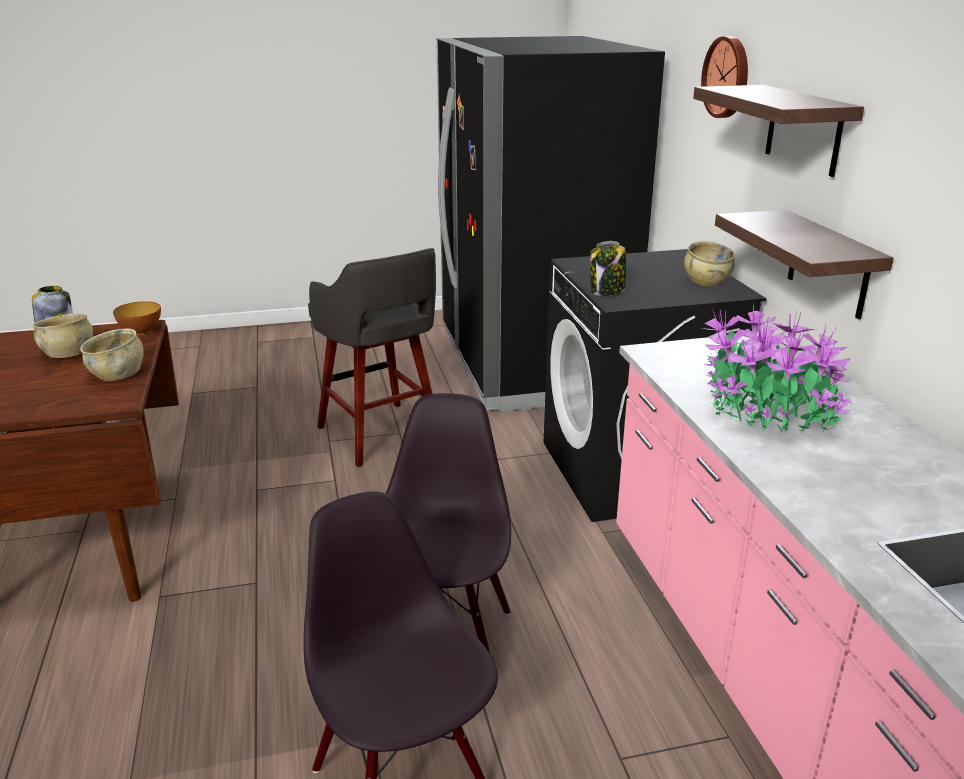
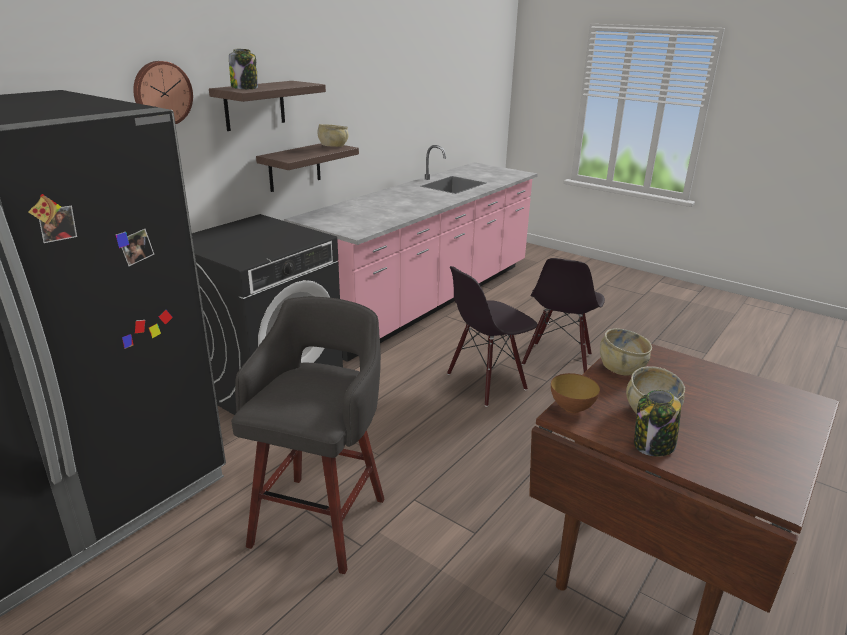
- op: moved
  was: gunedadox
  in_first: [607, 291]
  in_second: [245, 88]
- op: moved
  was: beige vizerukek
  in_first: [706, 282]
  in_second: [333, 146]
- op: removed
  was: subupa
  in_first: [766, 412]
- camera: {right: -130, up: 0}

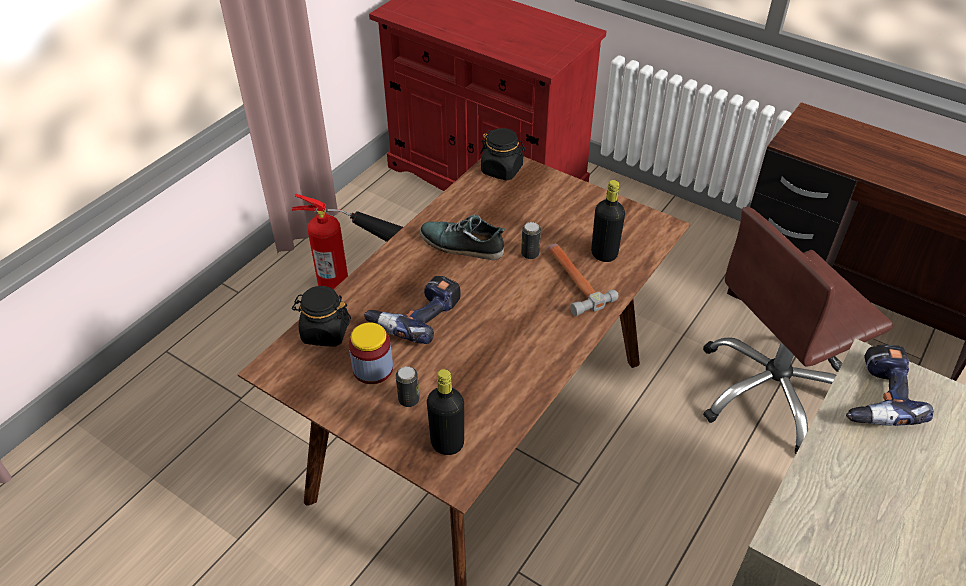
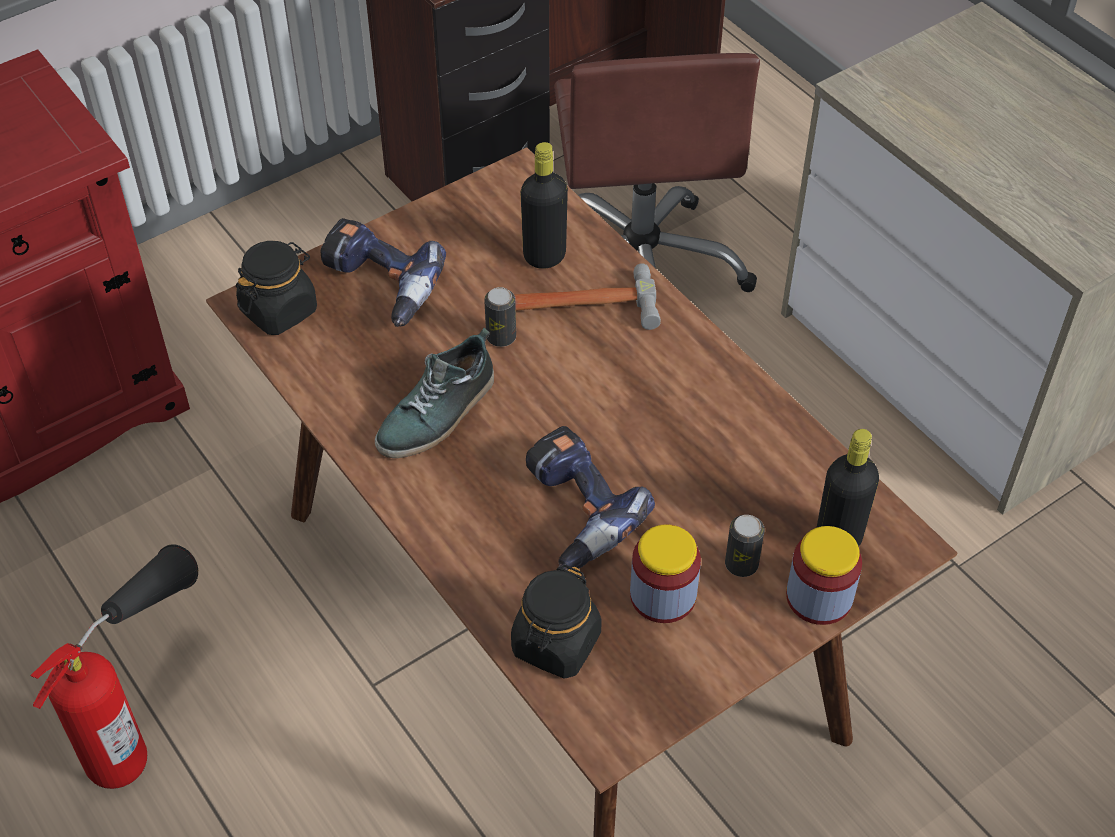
- op: moved
  was: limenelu
  in_first: [875, 396]
  in_second: [378, 286]
- op: added
  now: gunedadox
  in_second: [819, 597]
- camera: {right: -70, up: 5}

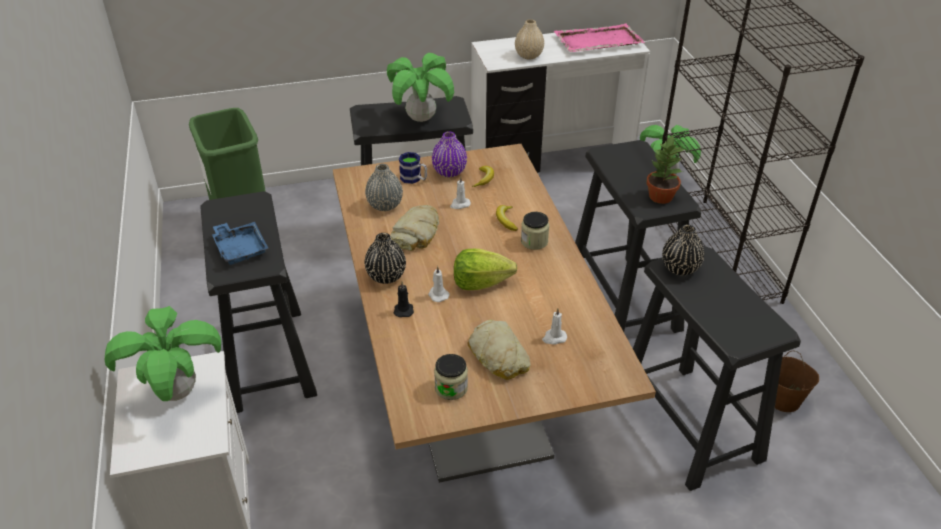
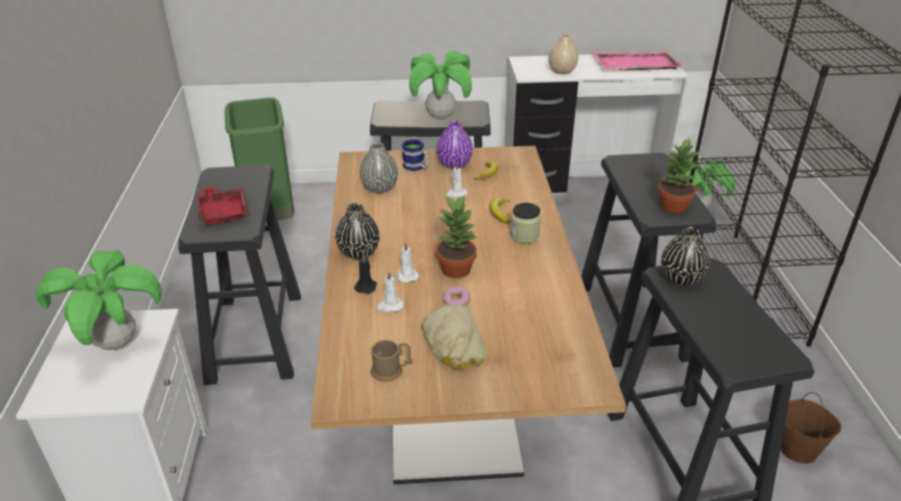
- op: recoloured
  was: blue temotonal
  now: red temotonal
  in_first: [240, 249]
  in_second: [223, 212]
- op: replaced
  was: gunedadox
  now: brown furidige
  in_first: [451, 388]
  in_second: [391, 371]
- op: moved
  was: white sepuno
  in_first: [554, 338]
  in_second: [389, 306]
- op: replaced
  was: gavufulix
  now: subupa
  in_first: [481, 282]
  in_second: [456, 269]
- op: added
  now: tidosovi
  in_second: [456, 302]
- op: removed
  was: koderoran
  in_first: [416, 233]
- camera: {right: 10, up: -5}

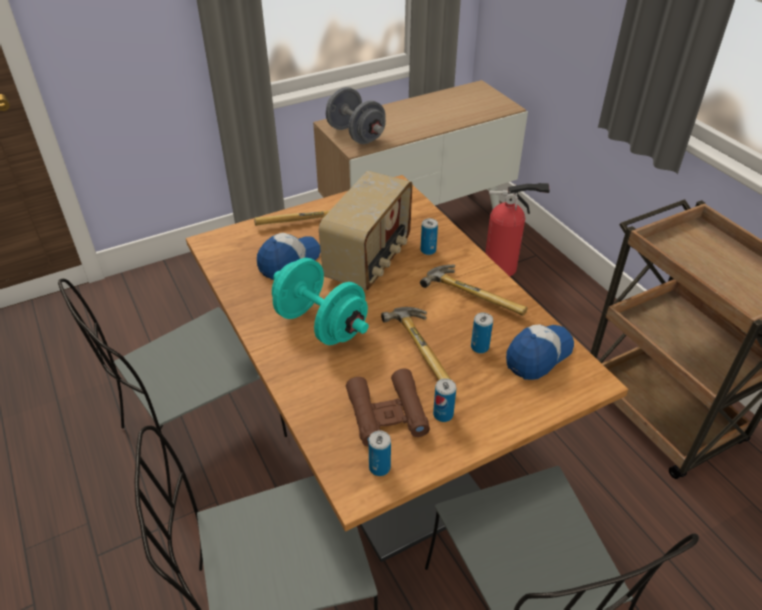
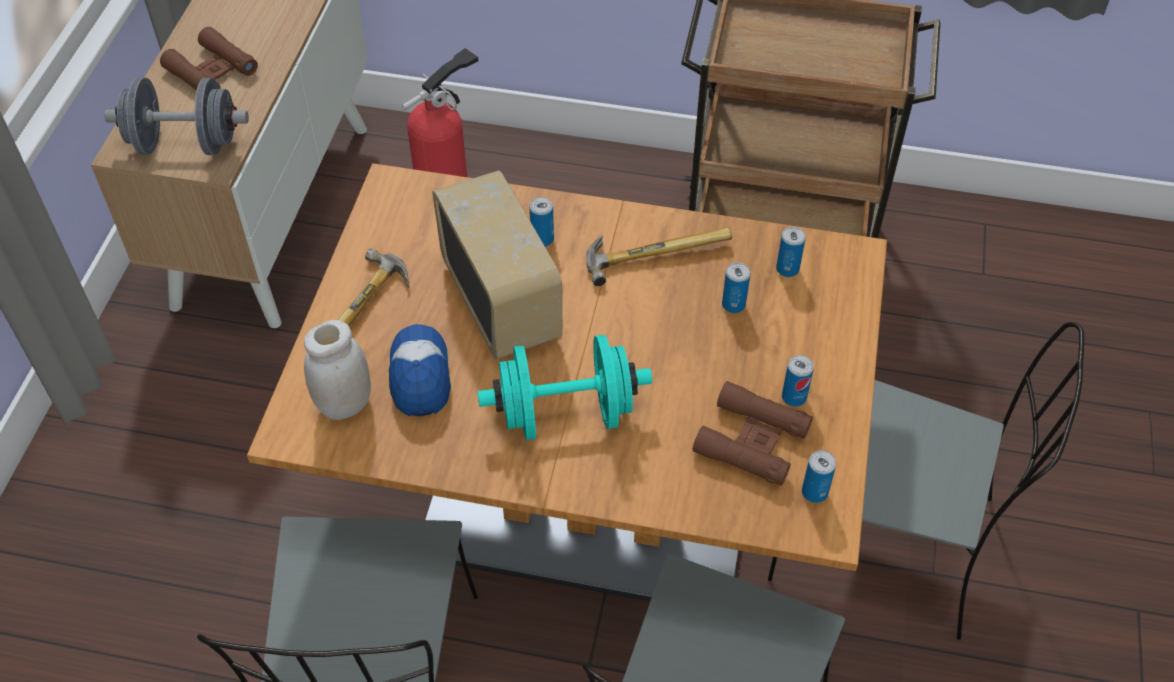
- op: added
  now: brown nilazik
  in_second: [211, 71]
- op: added
  now: white gunedadox
  in_second: [344, 404]
- op: replaced
  was: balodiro
  now: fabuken
  in_first: [538, 355]
  in_second: [787, 269]
- op: removed
  was: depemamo
  in_first: [426, 348]
- camera: {right: -50, up: 10}

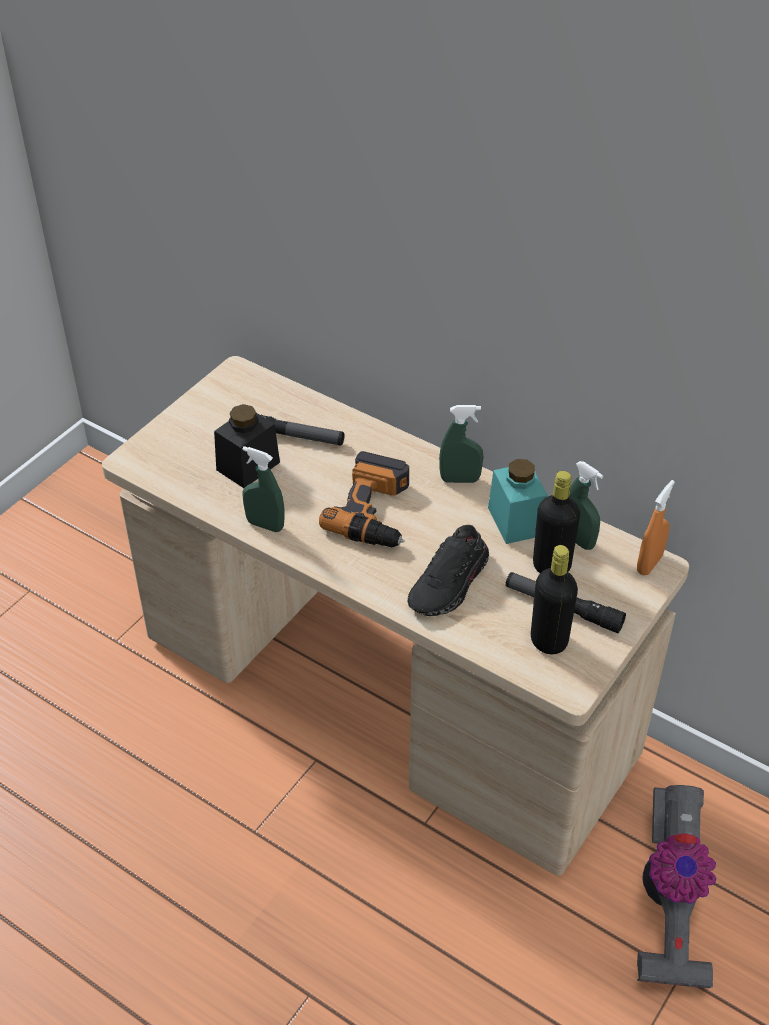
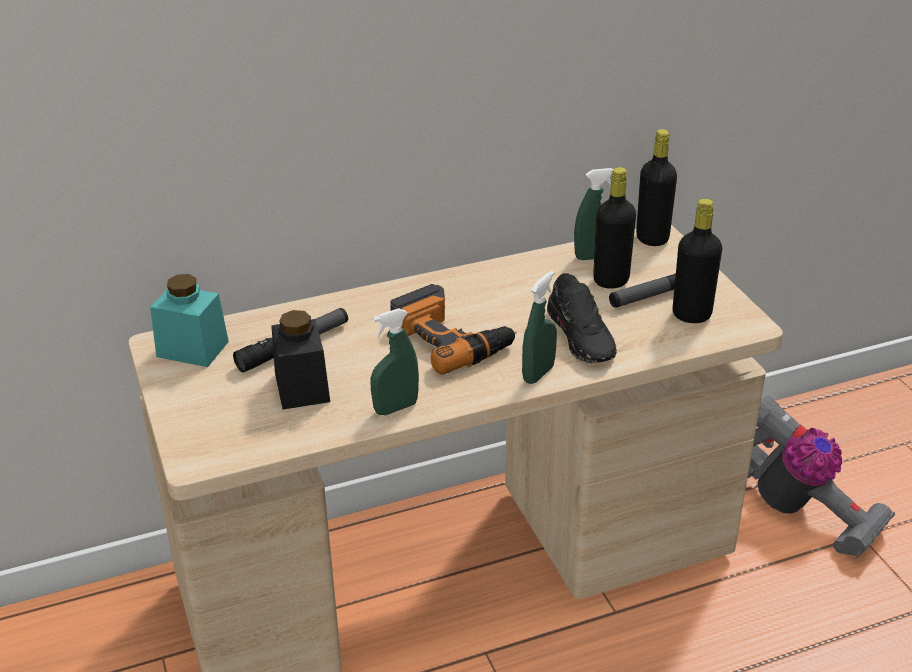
- op: moved
  was: turquoise gunedadox
  in_first: [516, 521]
  in_second: [192, 349]
- op: moved
  was: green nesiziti
  in_first: [460, 479]
  in_second: [538, 374]
- op: replaced
  was: orange nesiziti
  now: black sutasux
  in_first: [649, 564]
  in_second: [652, 238]
- camera: {right: -55, up: -10}

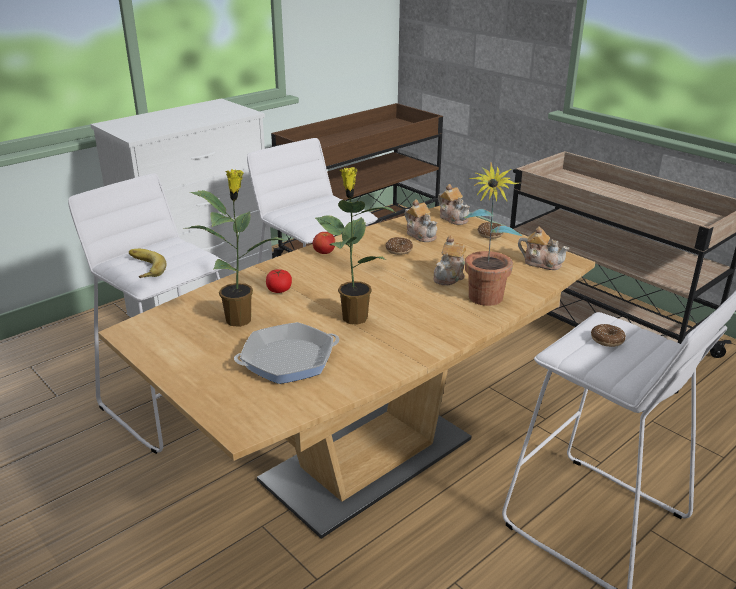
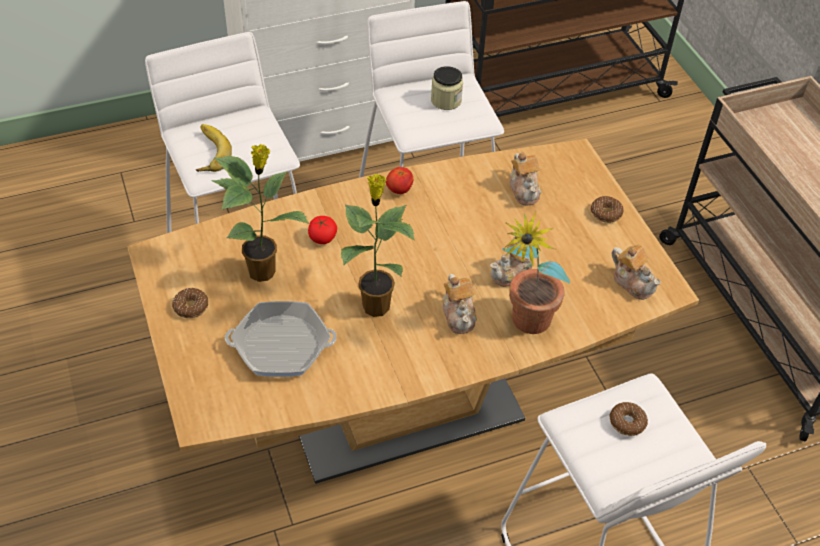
- op: moved
  was: tidosovi
  in_first: [399, 250]
  in_second: [191, 307]
- op: added
  now: gunedadox
  in_second: [446, 100]
- op: moved
  was: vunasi
  in_first: [453, 218]
  in_second: [459, 314]
- camera: {right: 20, up: 20}

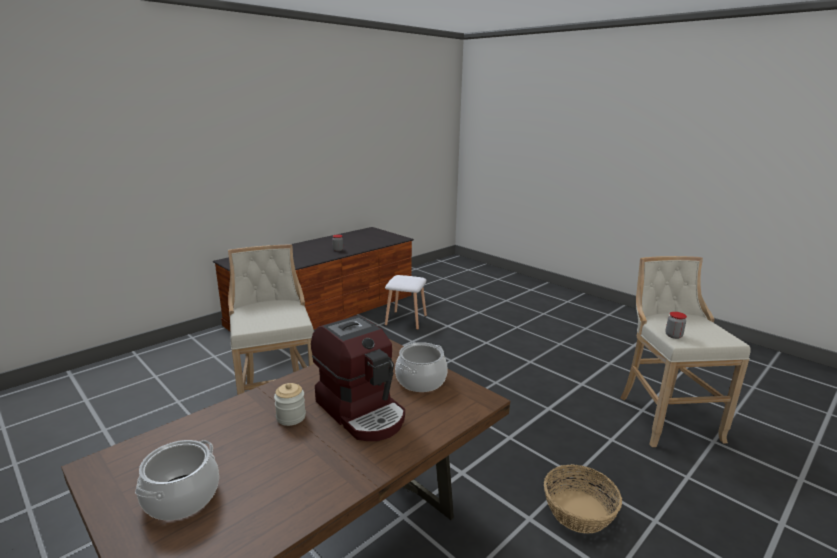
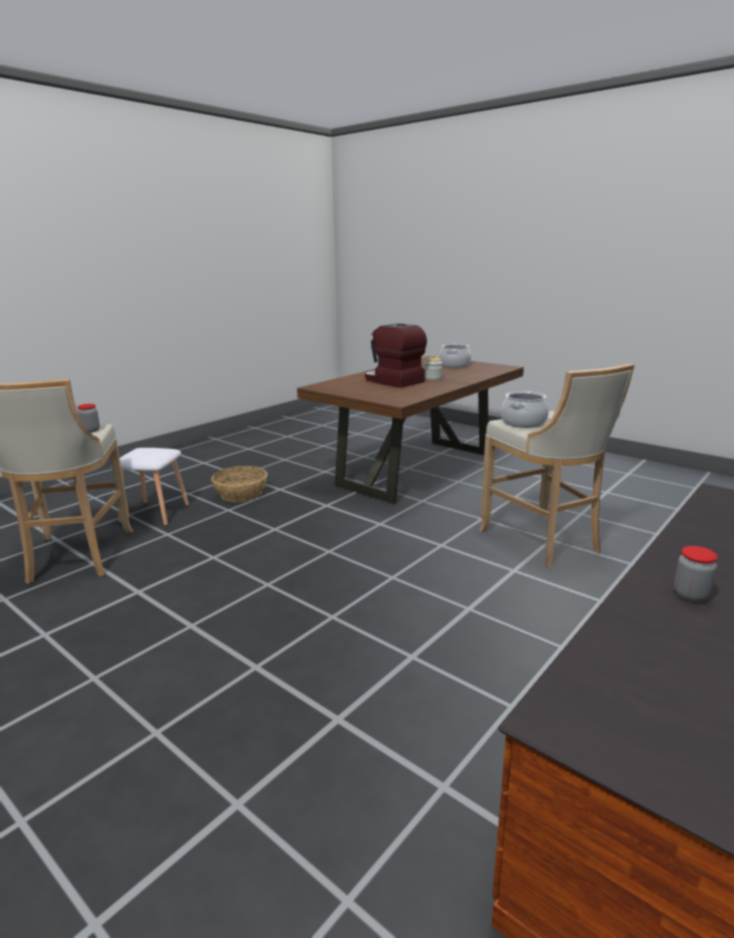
- op: moved
  was: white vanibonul
  in_first: [406, 321]
  in_second: [155, 513]
- op: moved
  was: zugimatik
  in_first: [421, 381]
  in_second: [523, 423]
- camera: {right: 175, up: 0}

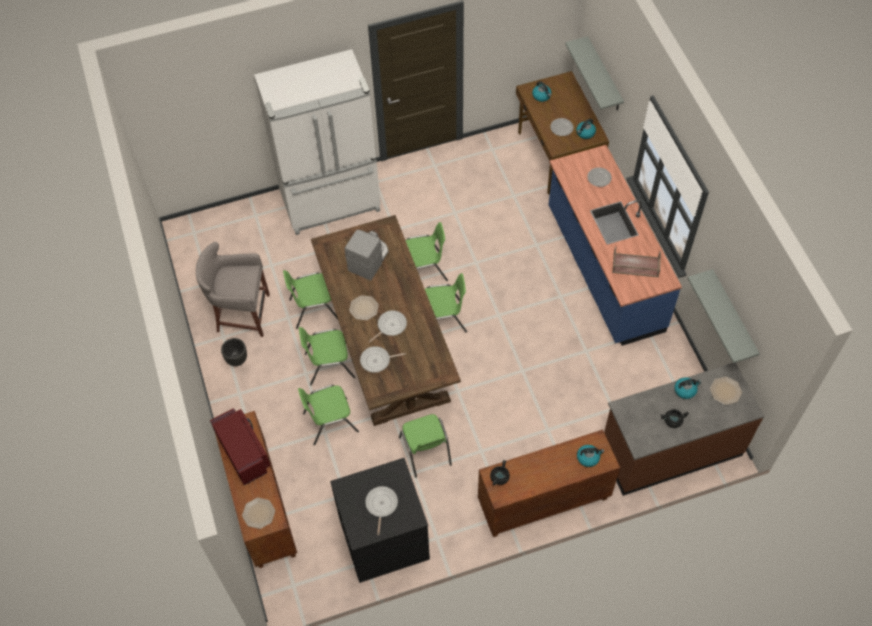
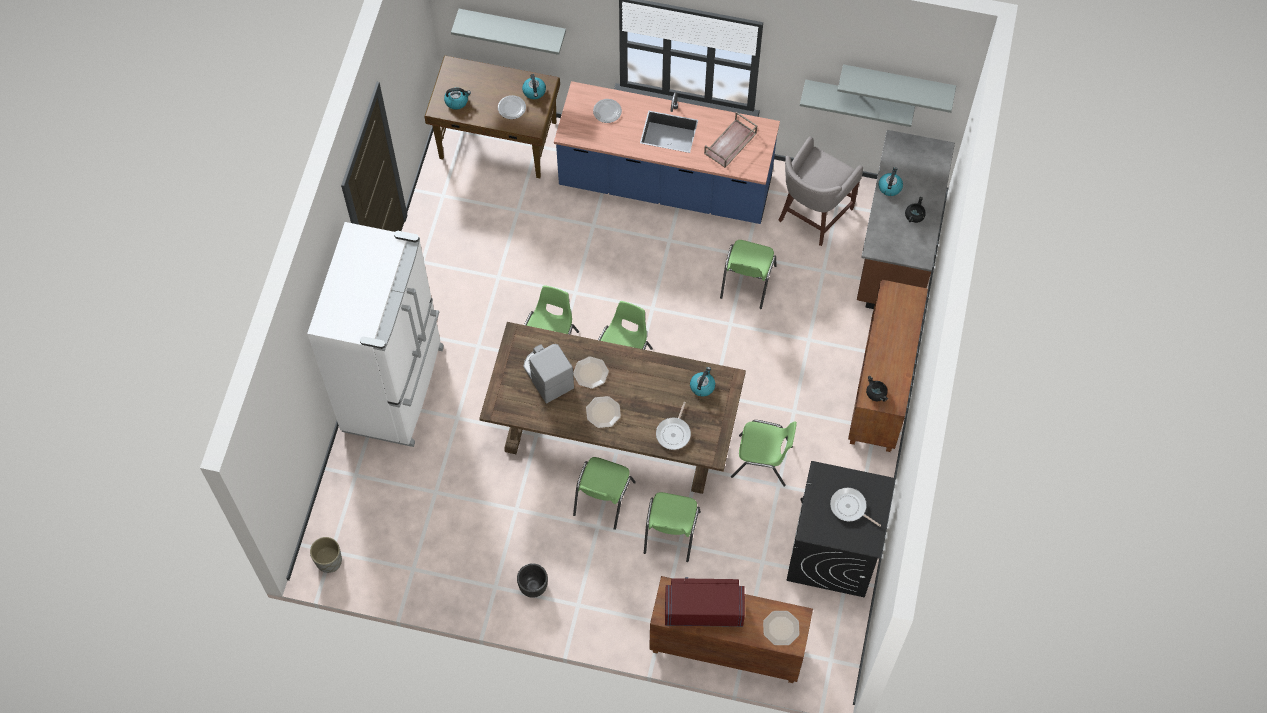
- op: added
  now: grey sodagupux
  in_second: [328, 561]
- op: moved
  was: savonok
  in_first: [725, 391]
  in_second: [591, 373]
- op: moved
  was: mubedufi
  in_first: [588, 457]
  in_second: [702, 386]
- op: moved
  was: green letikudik
  in_first: [313, 309]
  in_second: [746, 282]
- op: moved
  was: grey vanibonul
  in_first: [241, 314]
  in_second: [813, 215]
- op: added
  now: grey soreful
  in_second: [897, 82]
- op: removed
  was: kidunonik
  in_first: [390, 326]
- camera: {right: -60, up: 5}

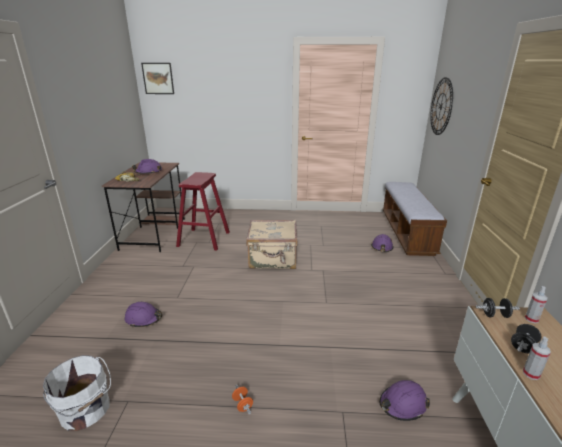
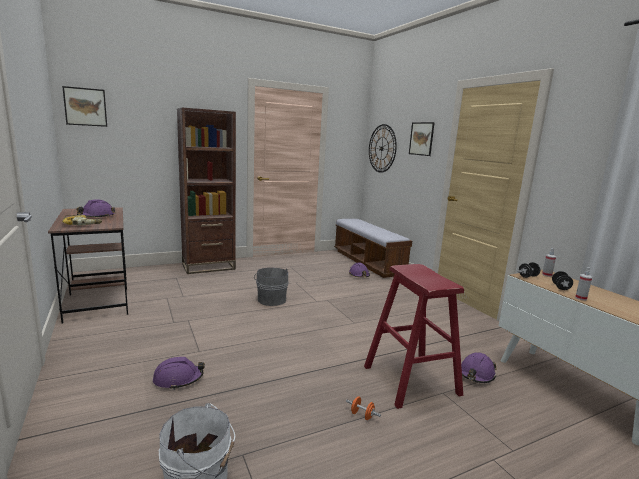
- op: added
  now: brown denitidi
  in_second: [208, 266]
- op: replaced
  was: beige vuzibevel
  now: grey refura
  in_first: [273, 259]
  in_second: [271, 299]
- op: moved
  was: red vanibonul
  in_first: [204, 239]
  in_second: [411, 380]
- op: added
  now: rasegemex
  in_second: [421, 138]
- camera: {right: -30, up: -10}

